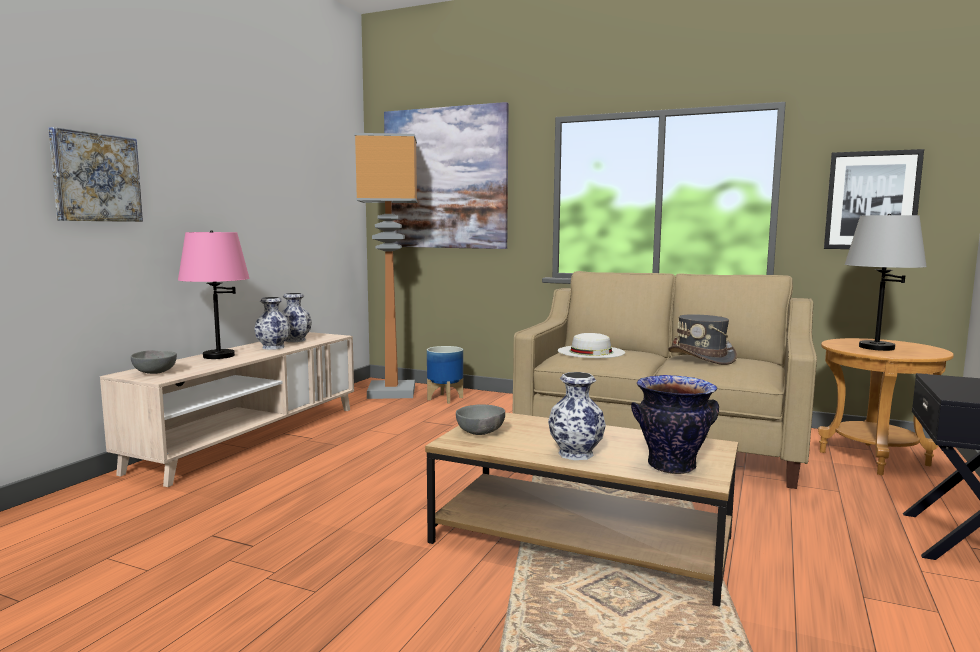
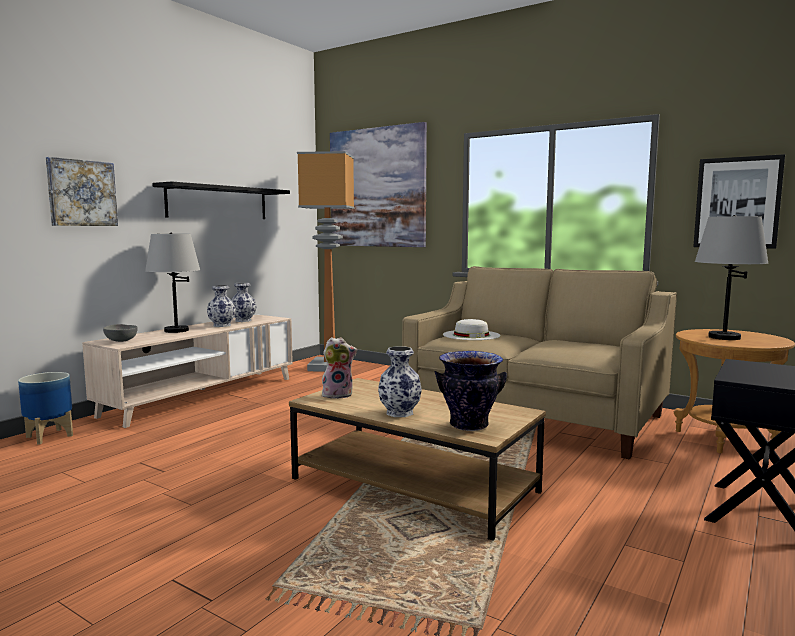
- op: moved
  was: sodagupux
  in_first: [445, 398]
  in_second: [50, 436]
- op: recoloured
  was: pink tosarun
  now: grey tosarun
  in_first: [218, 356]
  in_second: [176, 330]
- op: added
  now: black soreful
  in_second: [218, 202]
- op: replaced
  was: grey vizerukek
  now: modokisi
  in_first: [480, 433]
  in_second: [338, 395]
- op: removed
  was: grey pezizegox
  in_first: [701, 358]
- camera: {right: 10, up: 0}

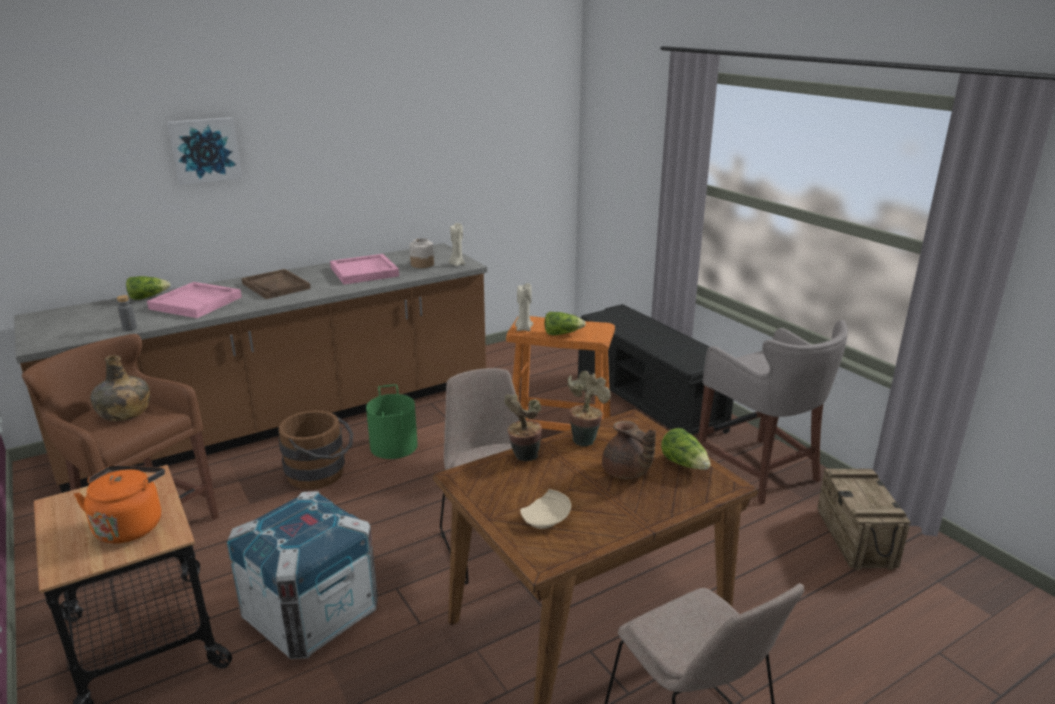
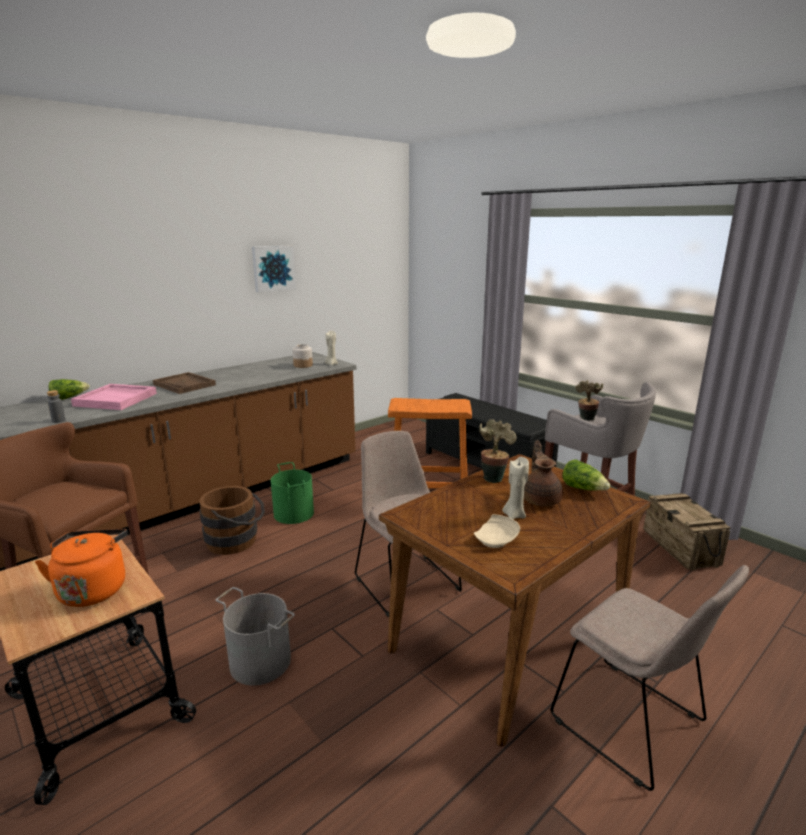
- op: replaced
  was: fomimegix
  now: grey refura
  in_first: [311, 614]
  in_second: [261, 661]
- op: moved
  was: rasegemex
  in_first: [205, 150]
  in_second: [273, 268]
- op: moved
  was: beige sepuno
  in_first: [523, 329]
  in_second: [514, 515]
- op: turned
  was: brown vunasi
  in_first: [626, 473]
  in_second: [541, 499]
  clockwise: -135
- op: moved
  was: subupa
  in_first: [523, 457]
  in_second: [586, 419]
- op: removed
  was: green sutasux
  in_first: [124, 413]
- op: removed
  was: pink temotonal
  in_first: [365, 272]
- op: removed
  was: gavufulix
  in_first: [562, 334]
- camera: {right: -10, up: -5}

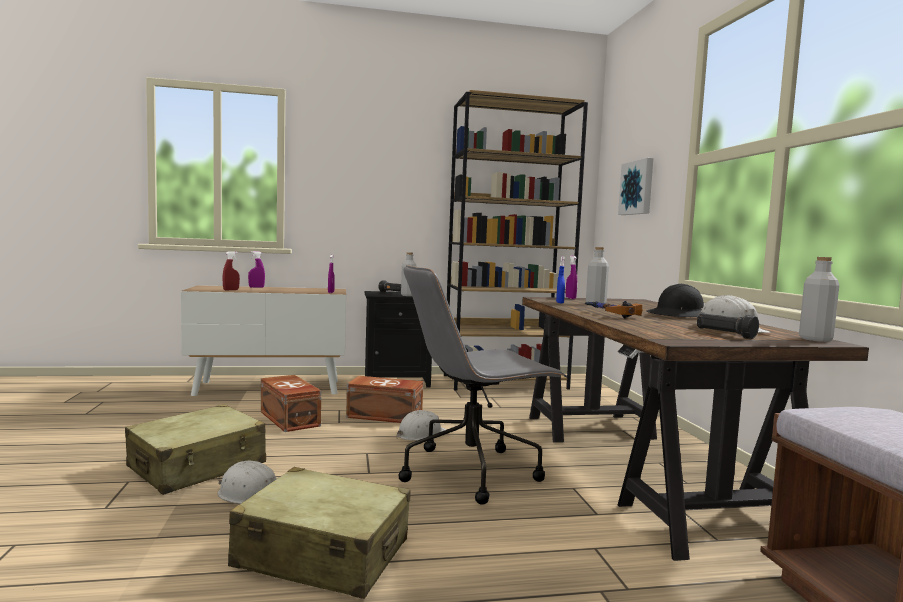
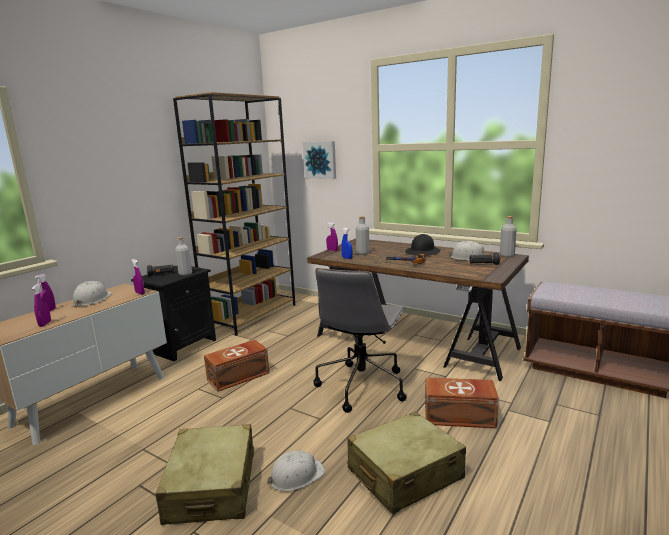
- op: recoloured
  was: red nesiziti
  now: purple nesiziti
  in_first: [231, 290]
  in_second: [45, 324]
- op: moved
  was: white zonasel
  in_first: [421, 434]
  in_second: [92, 299]
- op: moved
  was: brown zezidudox
  in_first: [289, 419]
  in_second: [460, 417]
- camera: {right: -45, up: 10}

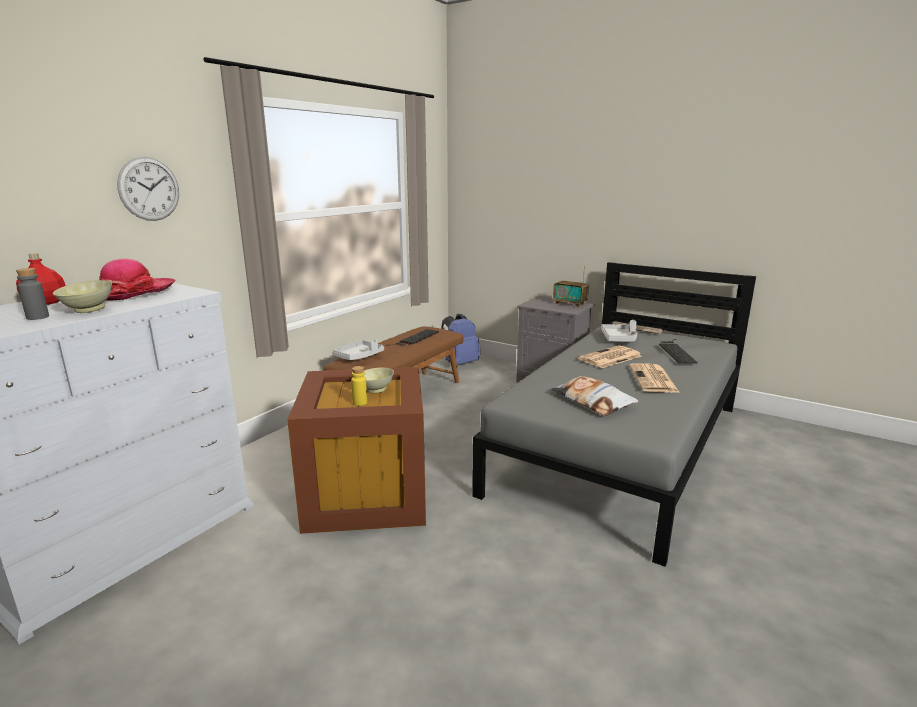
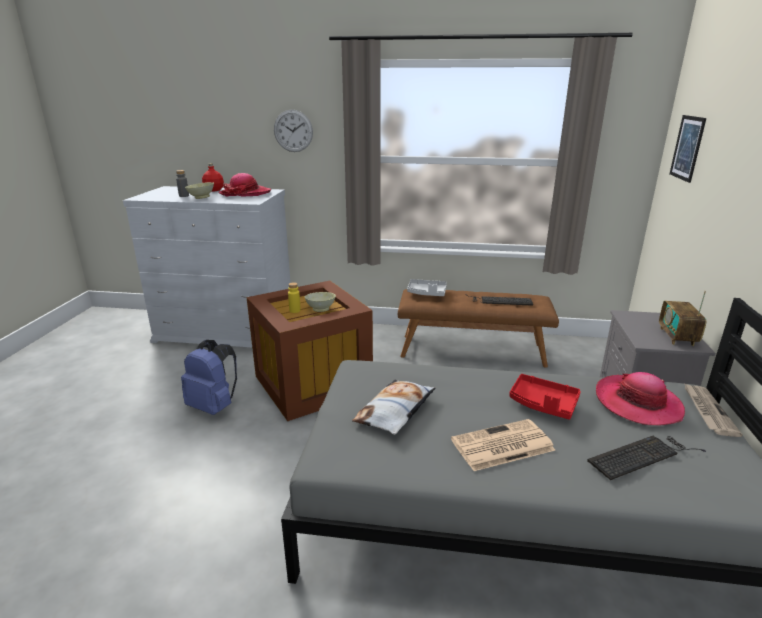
- op: moved
  was: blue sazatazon
  in_first: [459, 363]
  in_second: [214, 406]
- op: replaced
  was: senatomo
  now: red temotonal
  in_first: [609, 358]
  in_second: [543, 404]
- op: replaced
  was: grey temotonal
  now: pezizegox
  in_first: [619, 339]
  in_second: [638, 403]
- op: added
  now: rasegemex
  in_second: [687, 148]
- camera: {right: 65, up: 5}

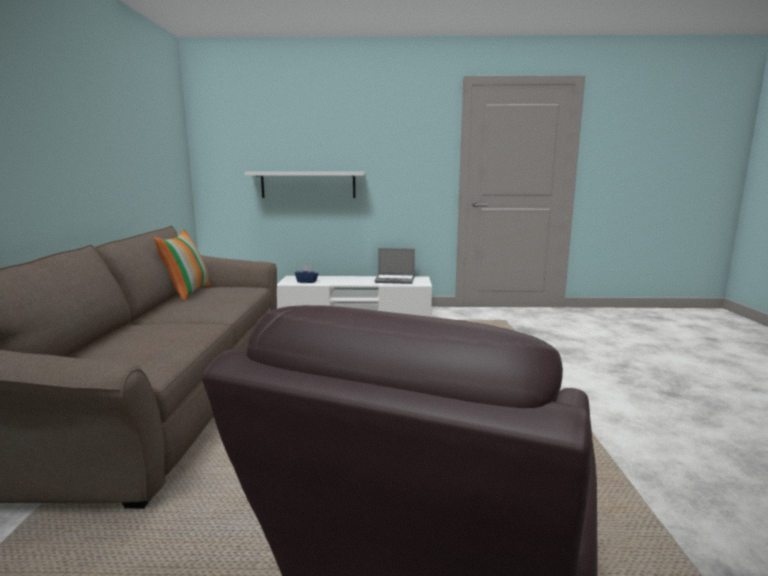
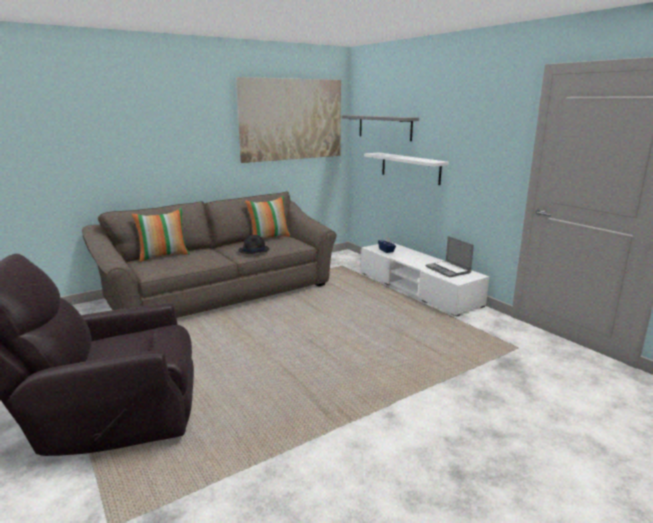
- op: added
  now: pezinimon
  in_second: [164, 256]
- op: added
  now: rasegemex
  in_second: [292, 119]
- op: added
  now: black pezizegox
  in_second: [254, 250]
- op: added
  now: grey soreful
  in_second: [384, 127]
- camera: {right: 55, up: 5}

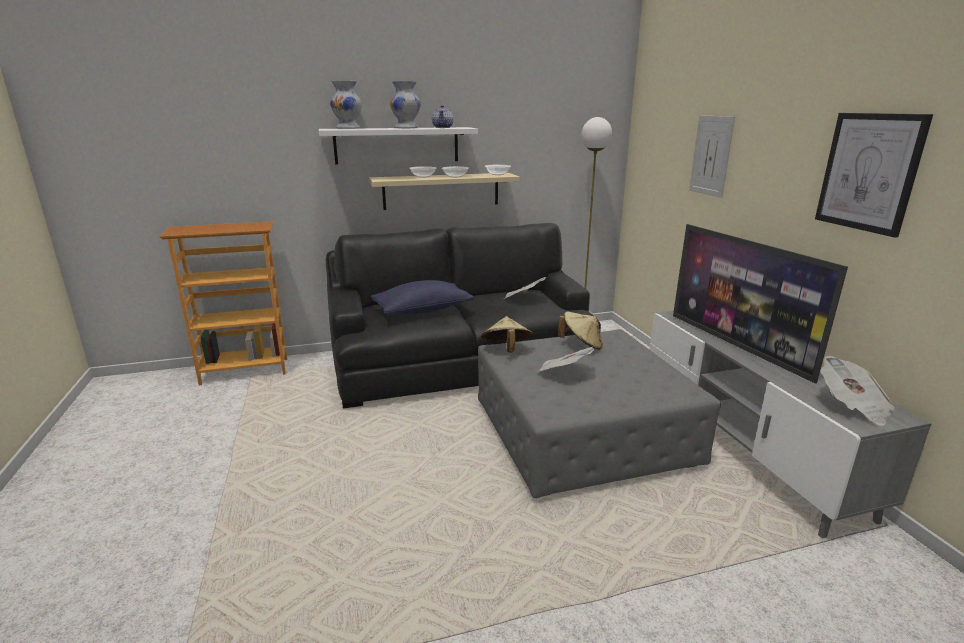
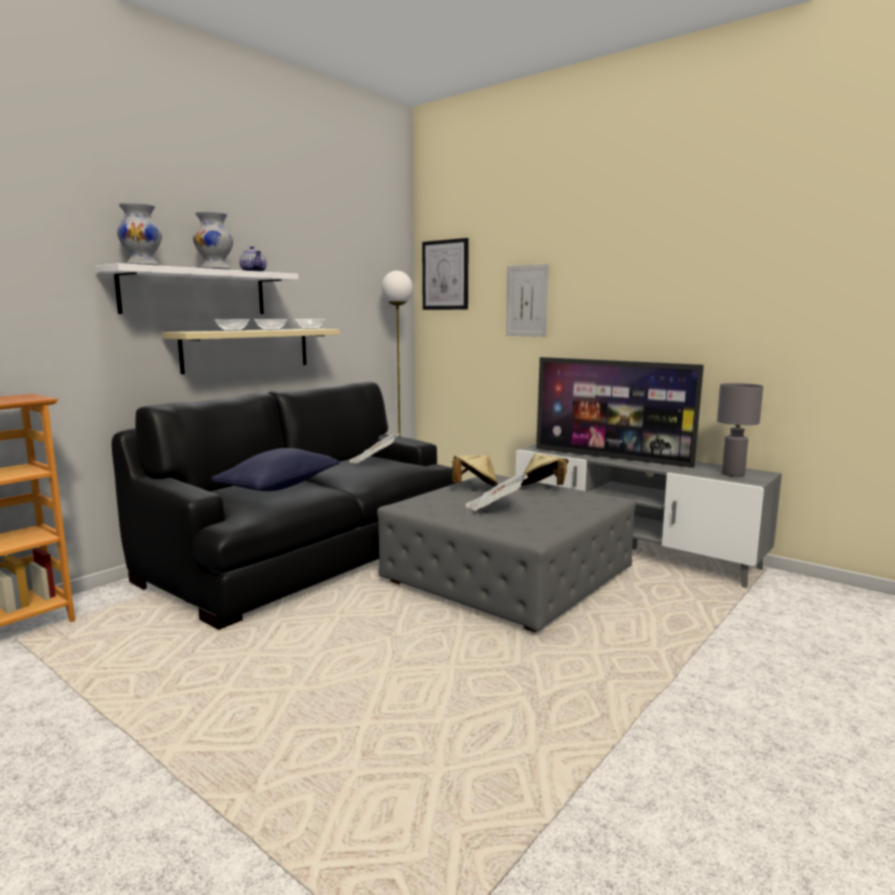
- op: moved
  was: rasegemex
  in_first: [869, 172]
  in_second: [445, 275]
- op: moved
  was: beige pezizegox
  in_first: [506, 350]
  in_second: [543, 488]
- op: replaced
  was: senatomo
  now: grey tosarun
  in_first: [852, 406]
  in_second: [733, 474]
- camera: {right: -35, up: -10}

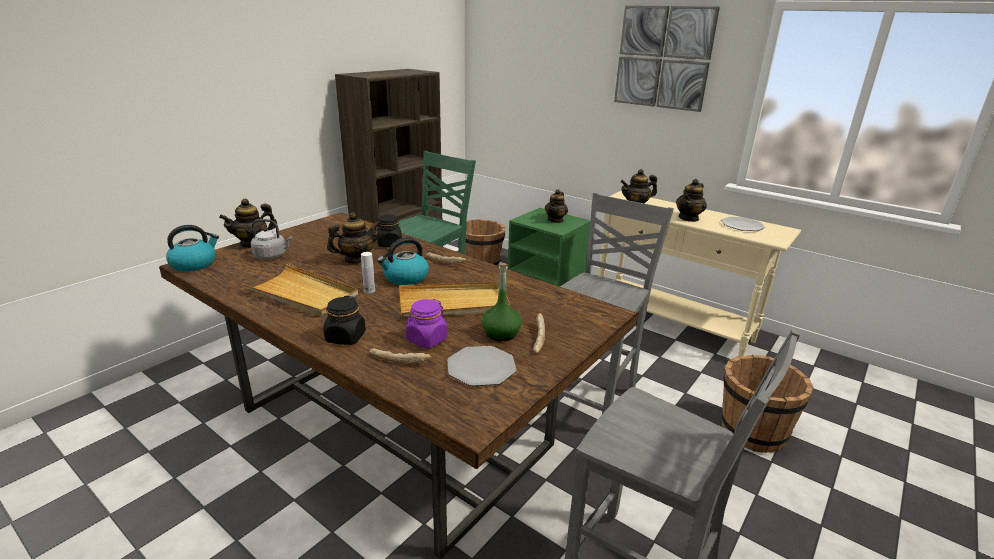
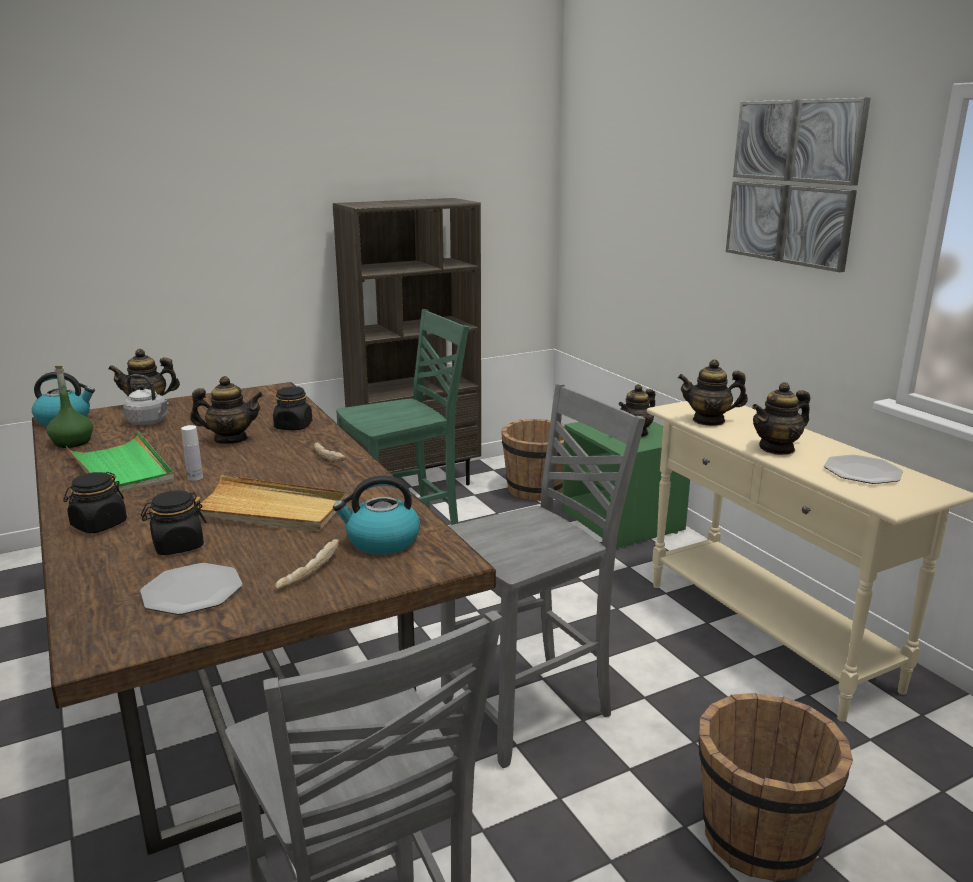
- op: moved
  was: green sutasux
  in_first: [501, 333]
  in_second: [72, 442]
- op: recoloured
  was: beige temotonal
  now: green temotonal
  in_first: [302, 294]
  in_second: [122, 469]
- op: recoloured
  was: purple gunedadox
  now: black gunedadox
  in_first: [426, 340]
  in_second: [178, 546]
- op: moved
  was: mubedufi
  in_first: [405, 278]
  in_second: [381, 541]
- op: removed
  was: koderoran
  in_first: [400, 360]
- camera: {right: 25, up: -5}

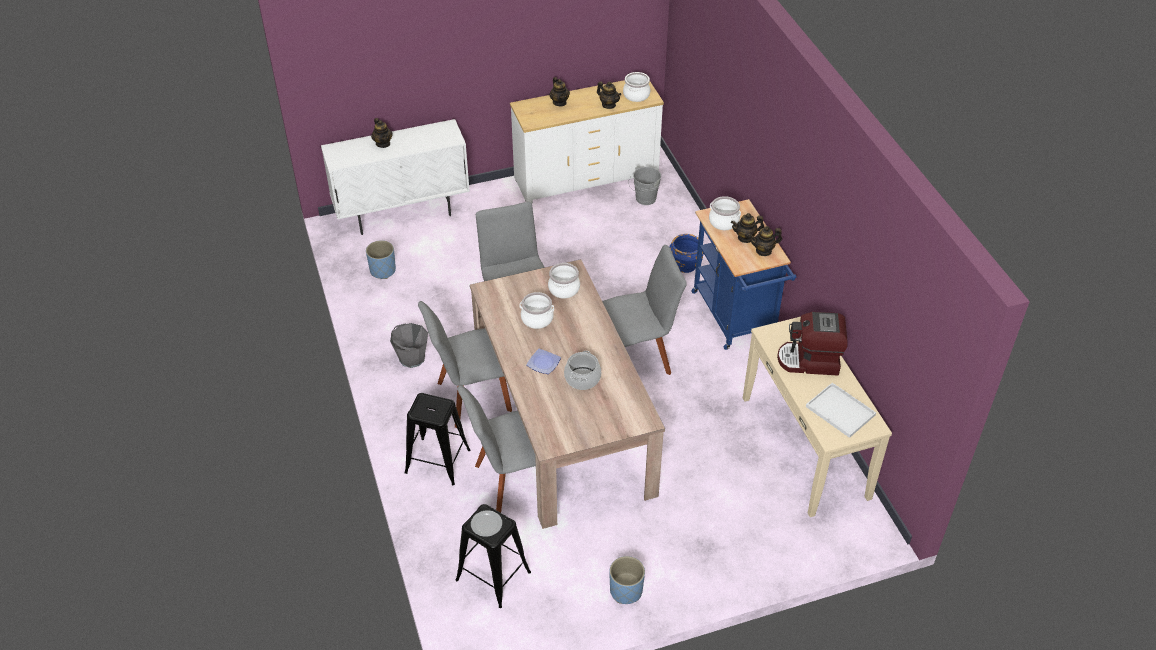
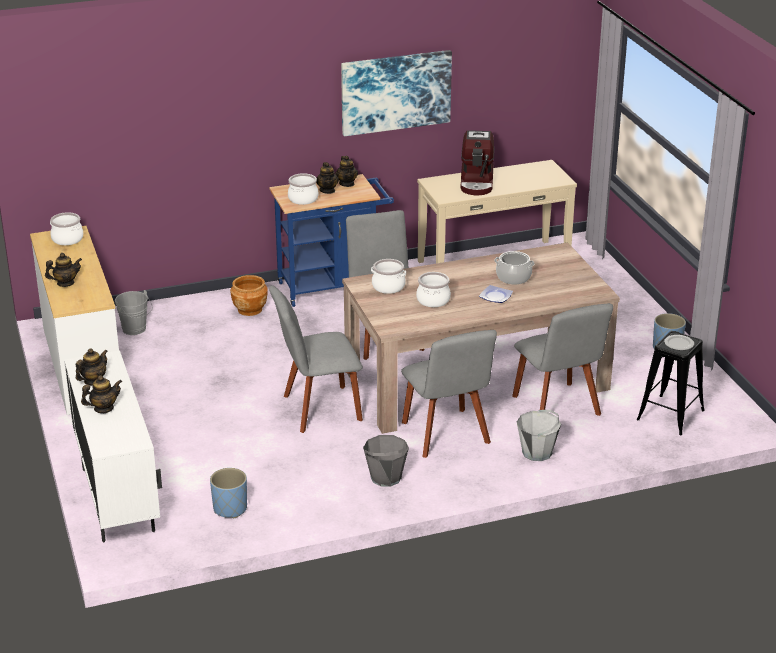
- op: moved
  was: vunasi
  in_first: [608, 105]
  in_second: [93, 381]
- op: recoloured
  was: blue sodagupux
  now: brown sodagupux
  in_first: [685, 265]
  in_second: [250, 309]
- op: added
  now: rasegemex
  in_second: [396, 92]
- op: replaced
  was: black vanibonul
  now: grey refura
  in_first: [437, 461]
  in_second: [537, 452]
- op: removed
  was: white temotonal
  in_first: [841, 411]
- camera: {right: -90, up: -15}

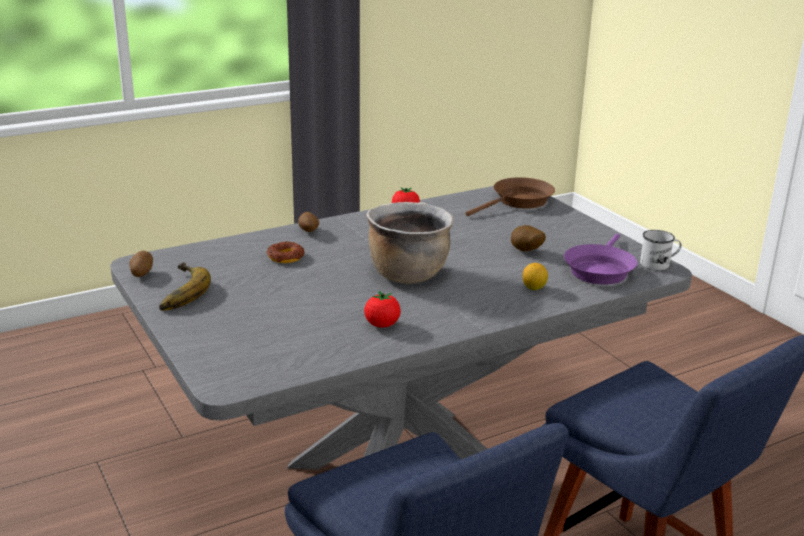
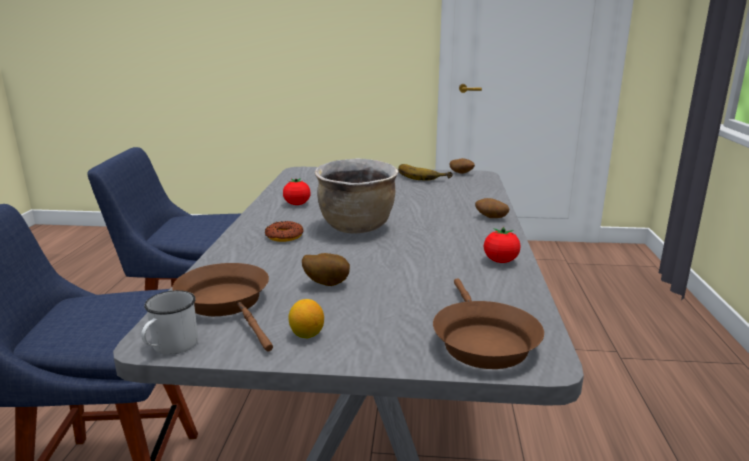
- op: recoloured
  was: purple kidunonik
  now: brown kidunonik
  in_first: [599, 270]
  in_second: [227, 303]
- op: moved
  was: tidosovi
  in_first: [286, 257]
  in_second: [284, 236]
- op: moved
  was: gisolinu
  in_first: [534, 288]
  in_second: [306, 334]
- camera: {right: 125, up: -5}

